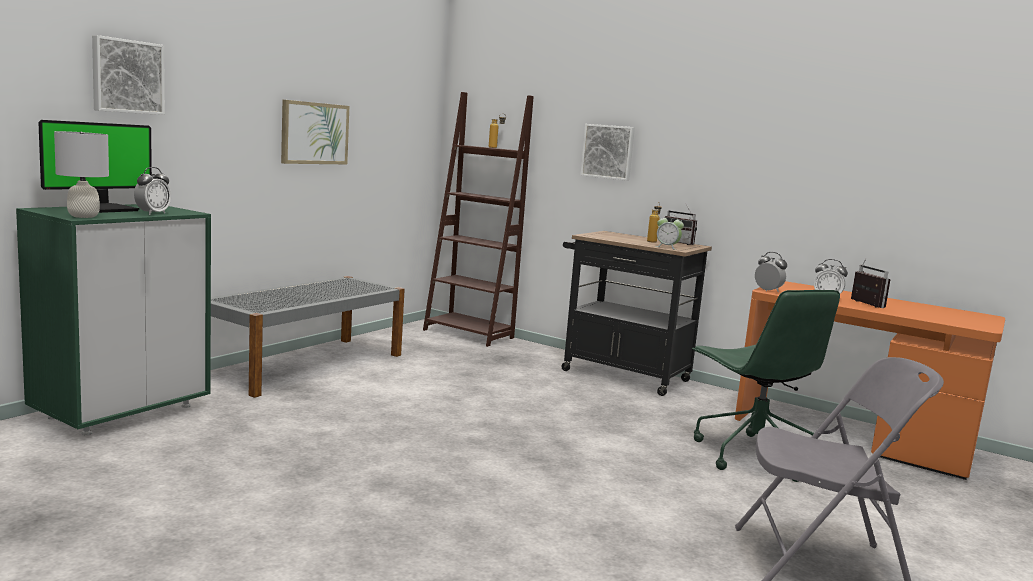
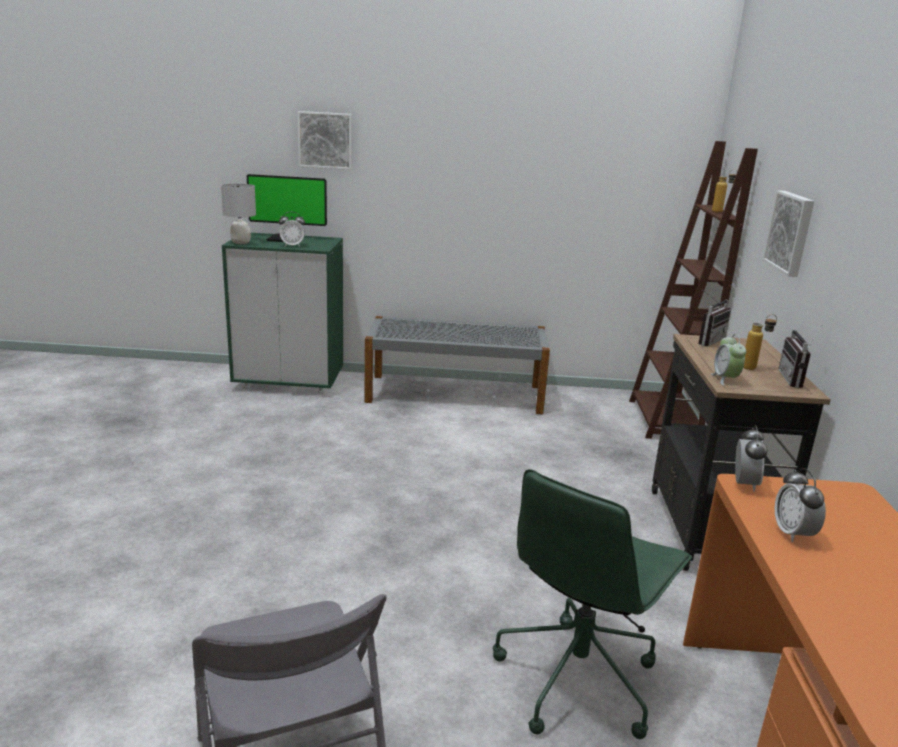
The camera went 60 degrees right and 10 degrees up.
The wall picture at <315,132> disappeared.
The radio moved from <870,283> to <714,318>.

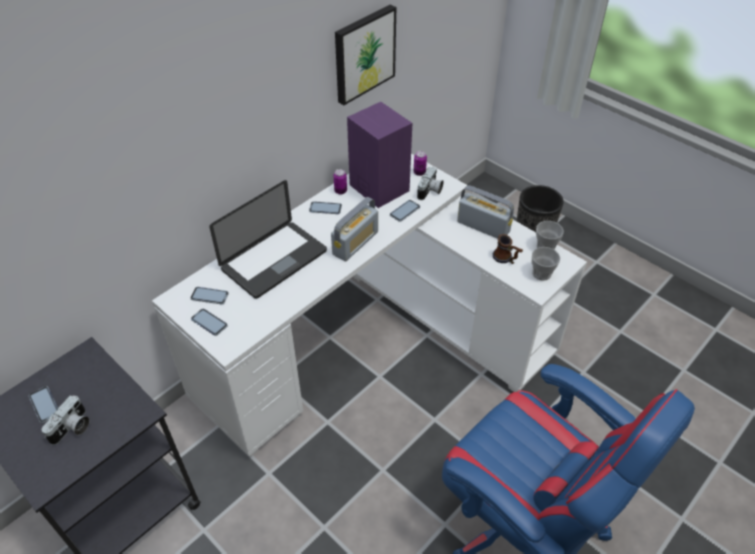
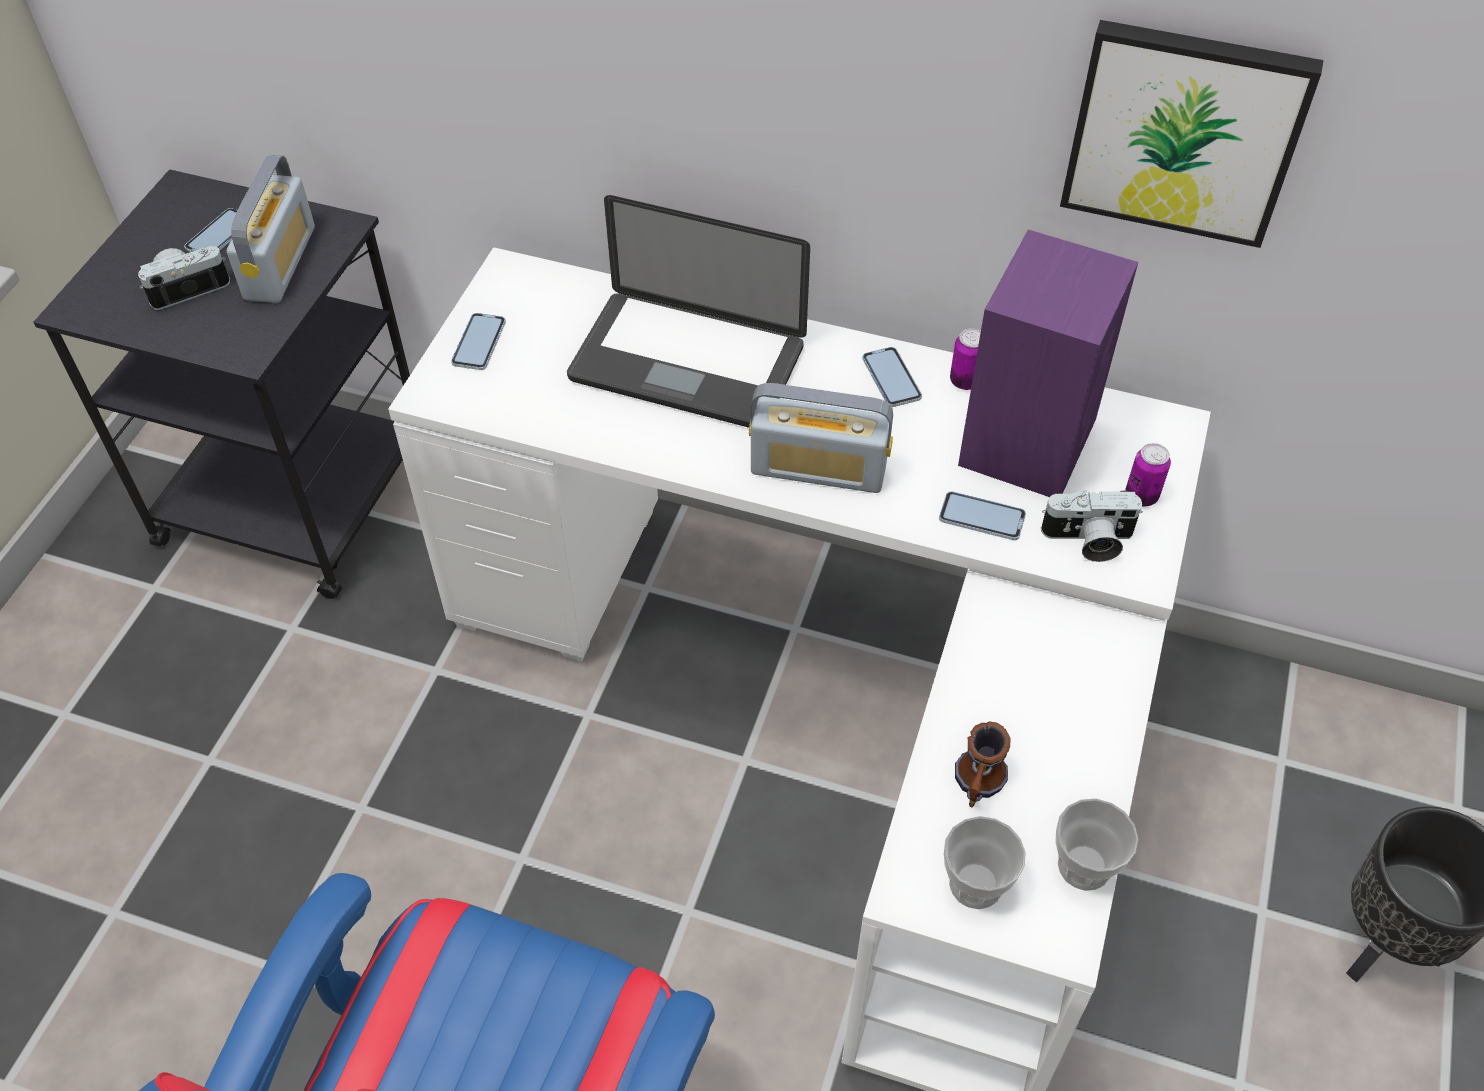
The camera went 65 degrees right and 5 degrees up.
The telephone at <209,296> disappeared.
The radio moved from <485,212> to <270,229>.
The photo camera at <66,420> turned 150 degrees clockwise.

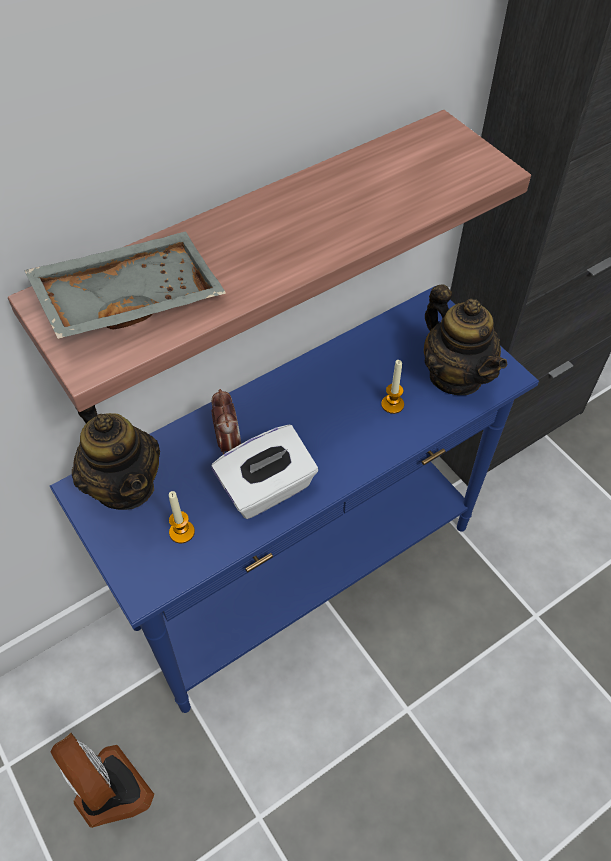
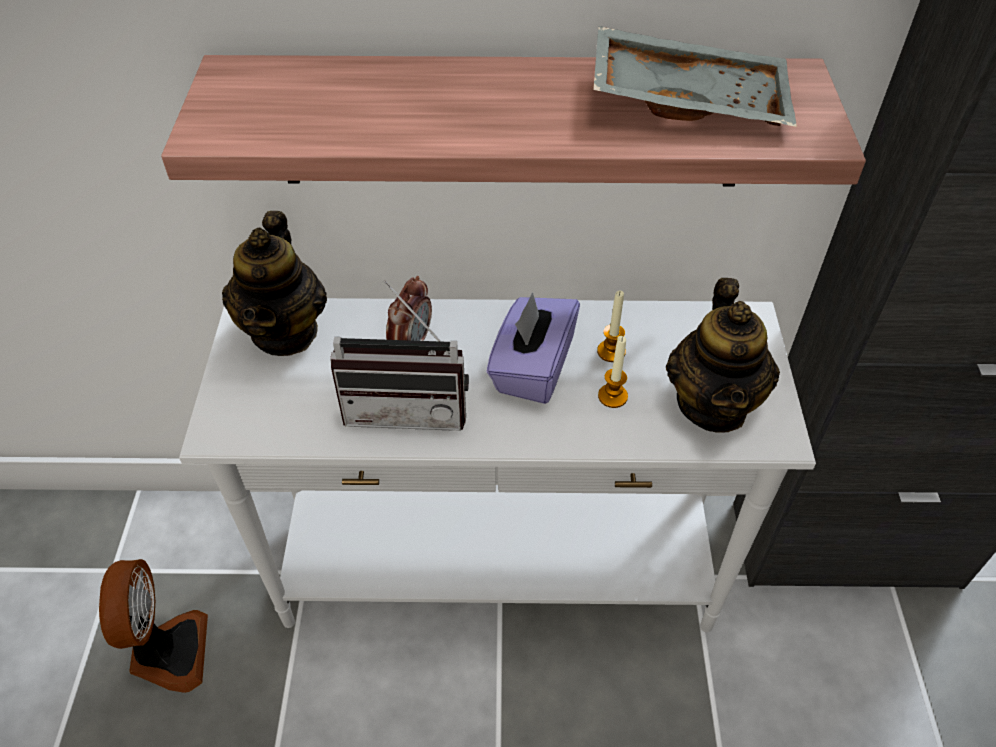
The camera went 35 degrees right and 5 degrees down.
The box of tissues/purple at <533,348> appeared.
The carrying tray/greyish moved from <125,285> to <695,76>.
The wax light moved from <182,517> to <611,326>.
The box of tissues/white at <264,472> was replaced by the radio at <399,356>.
The narrow table/blue-coloured at <294,499> became the narrow table/white at <497,465>.

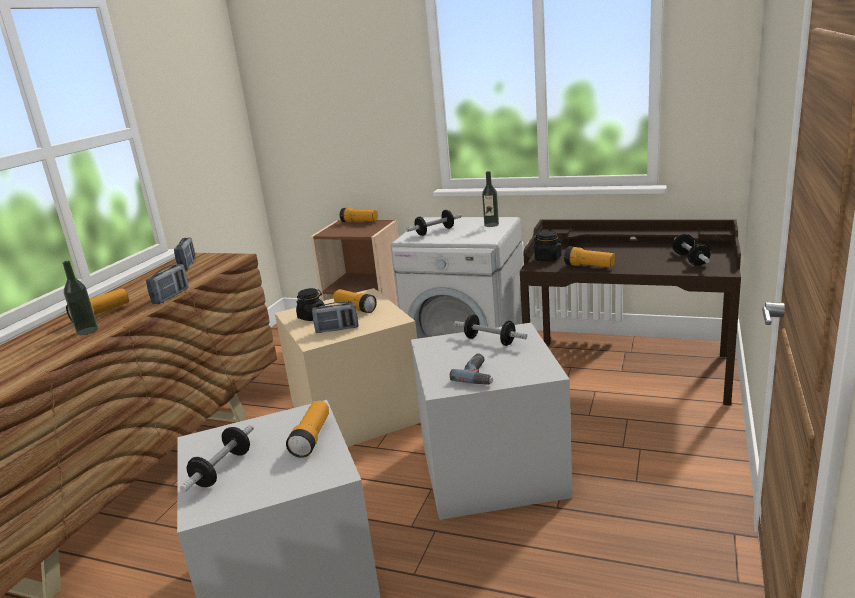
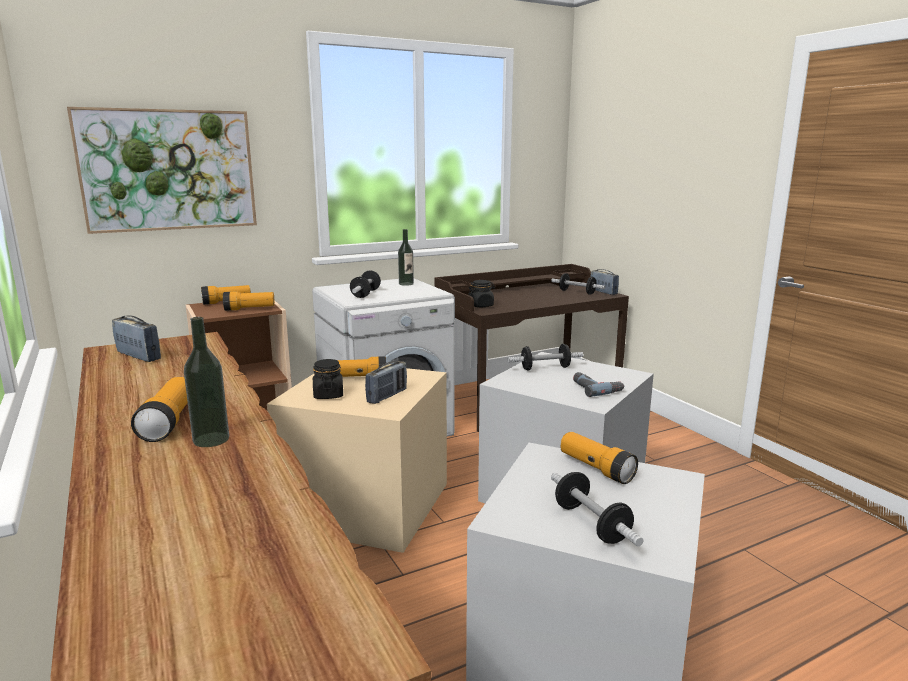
The camera went 50 degrees left and 5 degrees down.
The wall picture at <162,170> appeared.
The radio moved from <167,284> to <605,282>.
The torch moved from <589,257> to <249,301>.

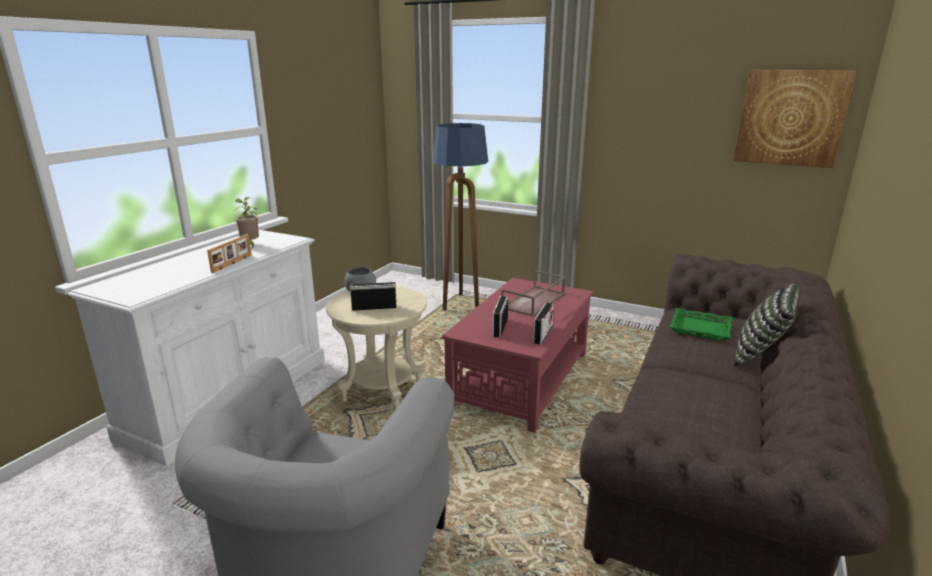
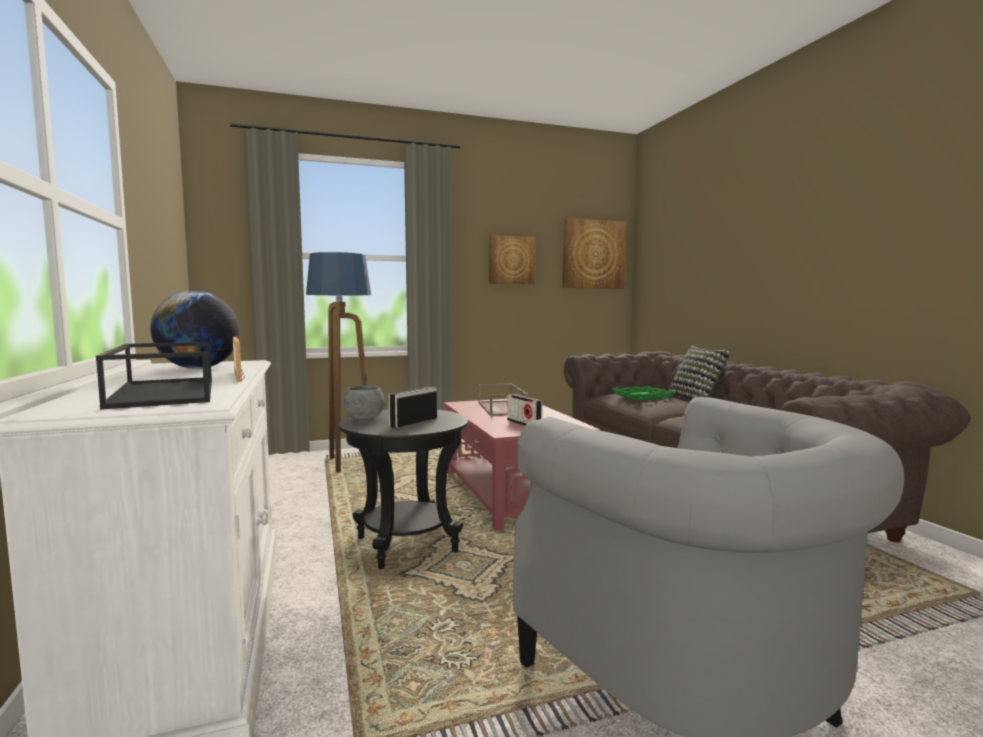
The camera went 45 degrees left and 15 degrees down.
The radio at <543,323> disappeared.
The carrying tray/black-coloured at <154,376> appeared.
The wall picture at <512,259> appeared.
The potted plant at <246,223> was replaced by the desk globe at <195,330>.
The accent table/beige at <376,348> became the accent table/black-coloured at <403,489>.

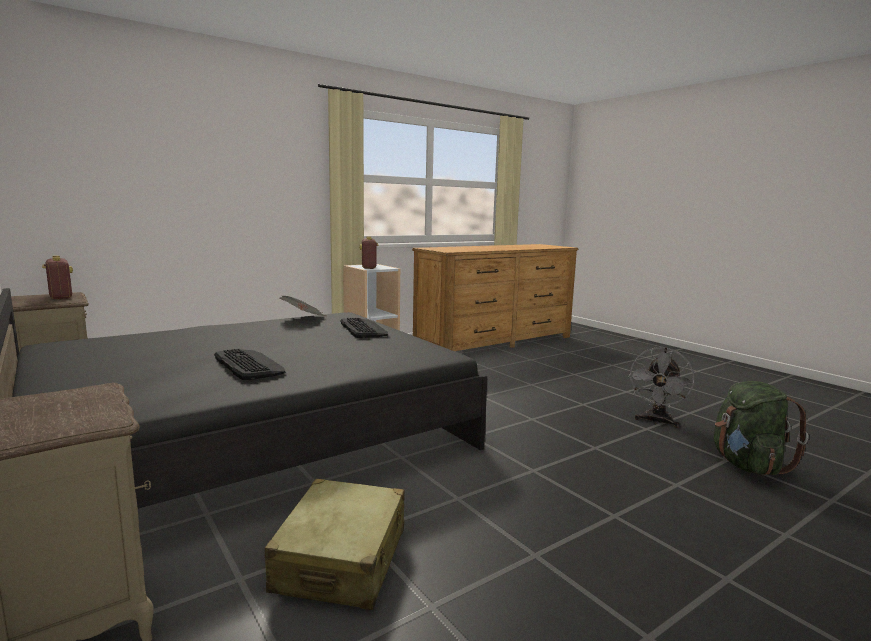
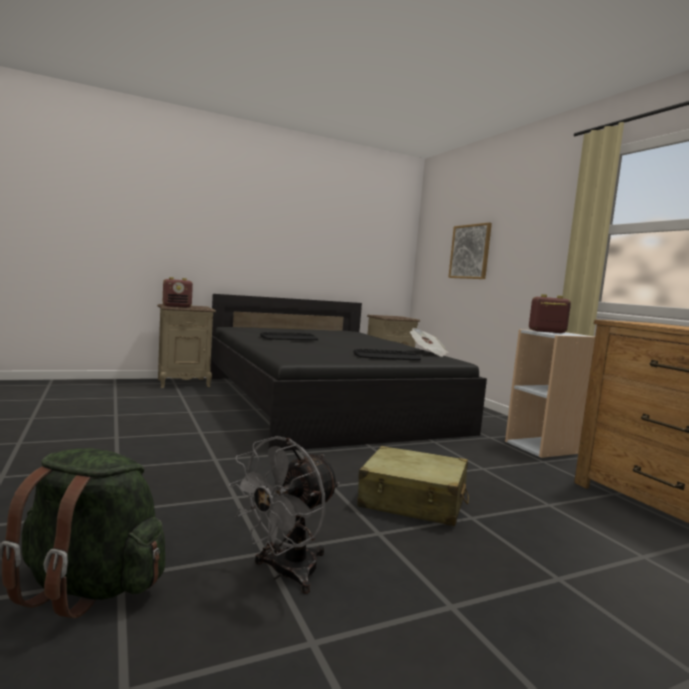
The camera went 100 degrees right and 5 degrees down.
The wall picture at <470,251> appeared.
The radio moved from <57,277> to <178,292>.
The piece of luggage/beige moved from <335,544> to <413,486>.
The fan/greyish at <661,387> turned 90 degrees counterclockwise.

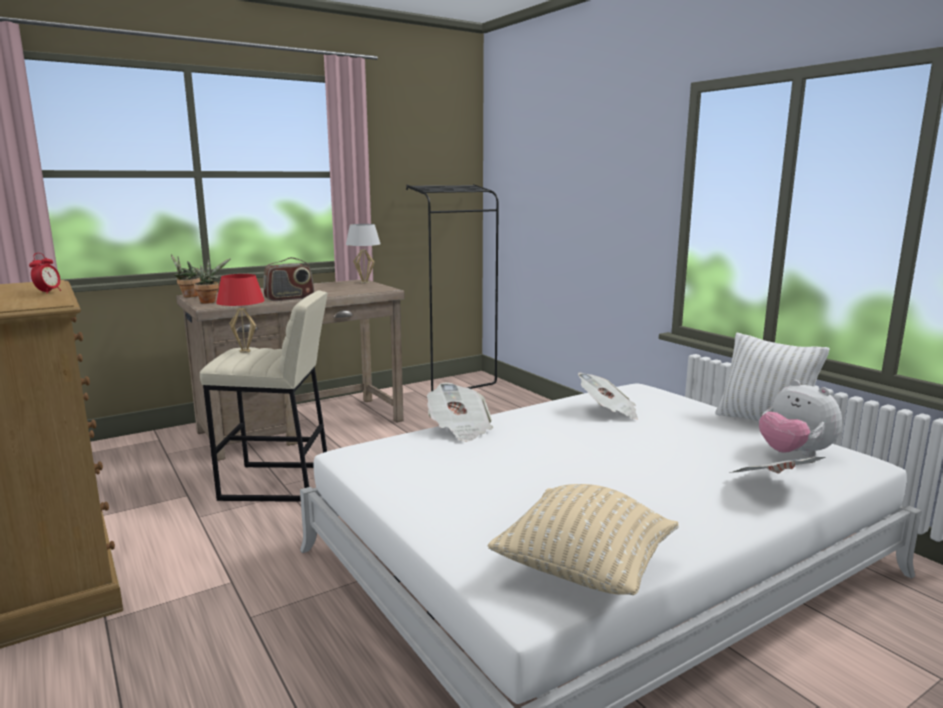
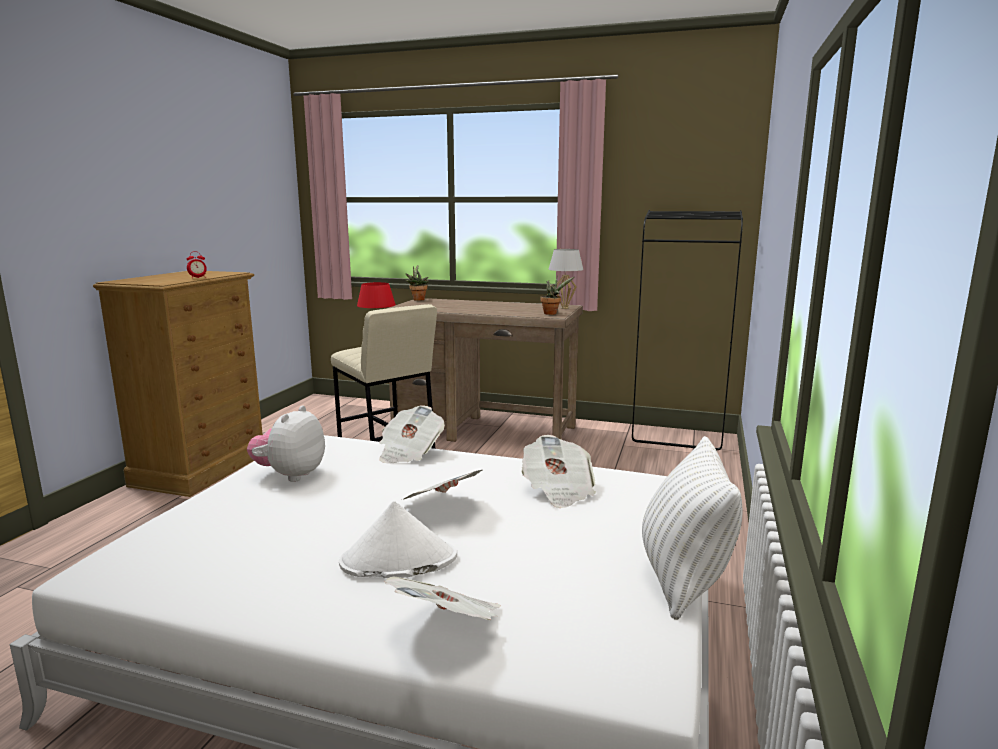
The camera went 50 degrees right and 0 degrees up.
The radio at <288,279> disappeared.
The throw pillow/beige at <583,539> disappeared.
The clothing hat/white at <398,539> appeared.
The daily paper at <442,485> appeared.
The potted plant moved from <211,281> to <557,295>.
The plush toy moved from <800,418> to <286,443>.

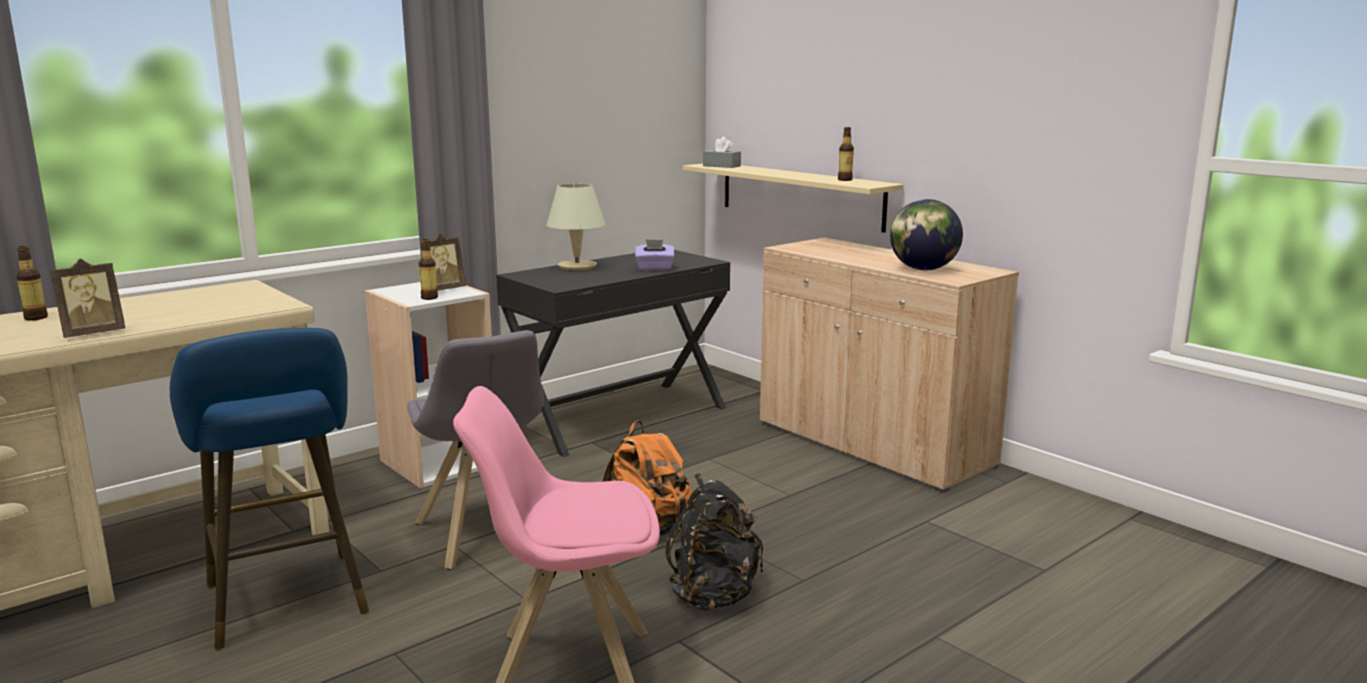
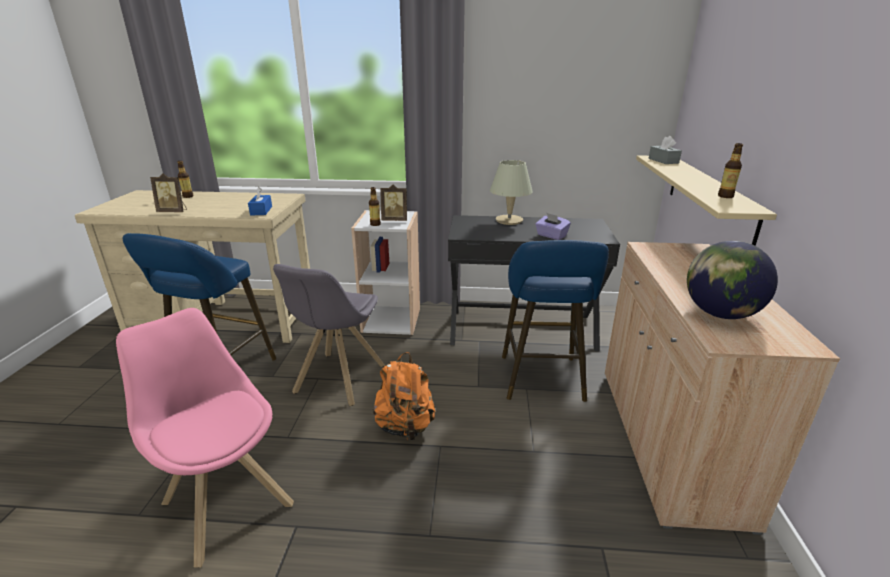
The camera went 45 degrees right and 10 degrees up.
The backpack/black-coloured at <714,542> disappeared.
The box of tissues/blue-coloured at <260,201> appeared.
The sitting stool/blue-coloured at <555,321> appeared.

